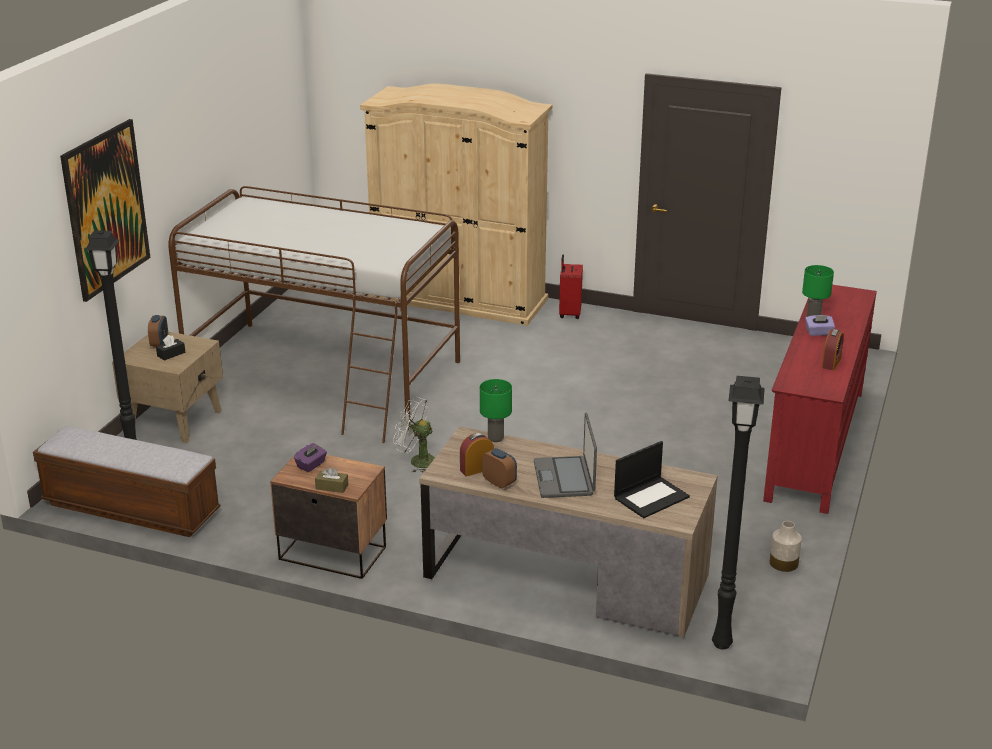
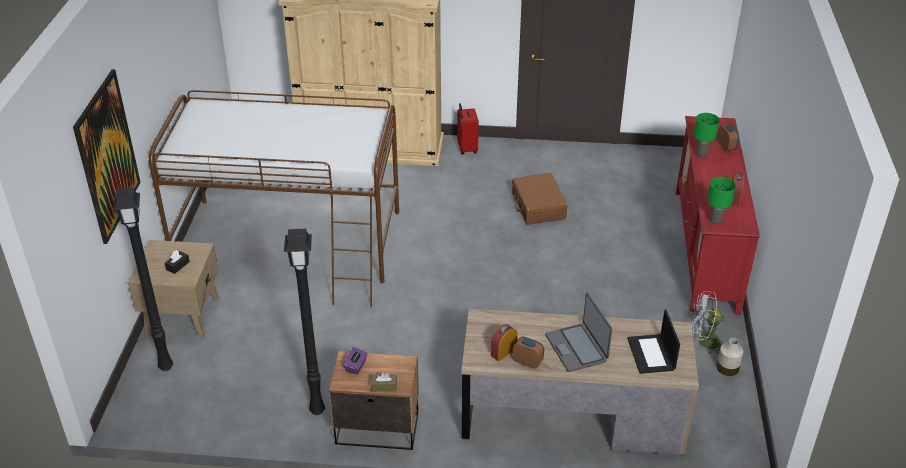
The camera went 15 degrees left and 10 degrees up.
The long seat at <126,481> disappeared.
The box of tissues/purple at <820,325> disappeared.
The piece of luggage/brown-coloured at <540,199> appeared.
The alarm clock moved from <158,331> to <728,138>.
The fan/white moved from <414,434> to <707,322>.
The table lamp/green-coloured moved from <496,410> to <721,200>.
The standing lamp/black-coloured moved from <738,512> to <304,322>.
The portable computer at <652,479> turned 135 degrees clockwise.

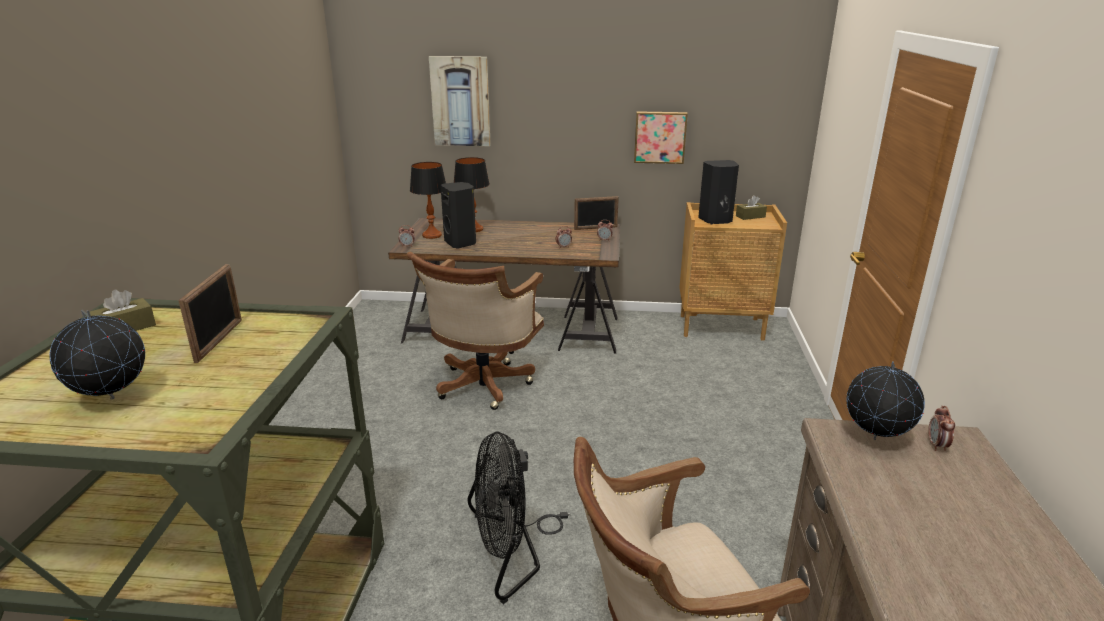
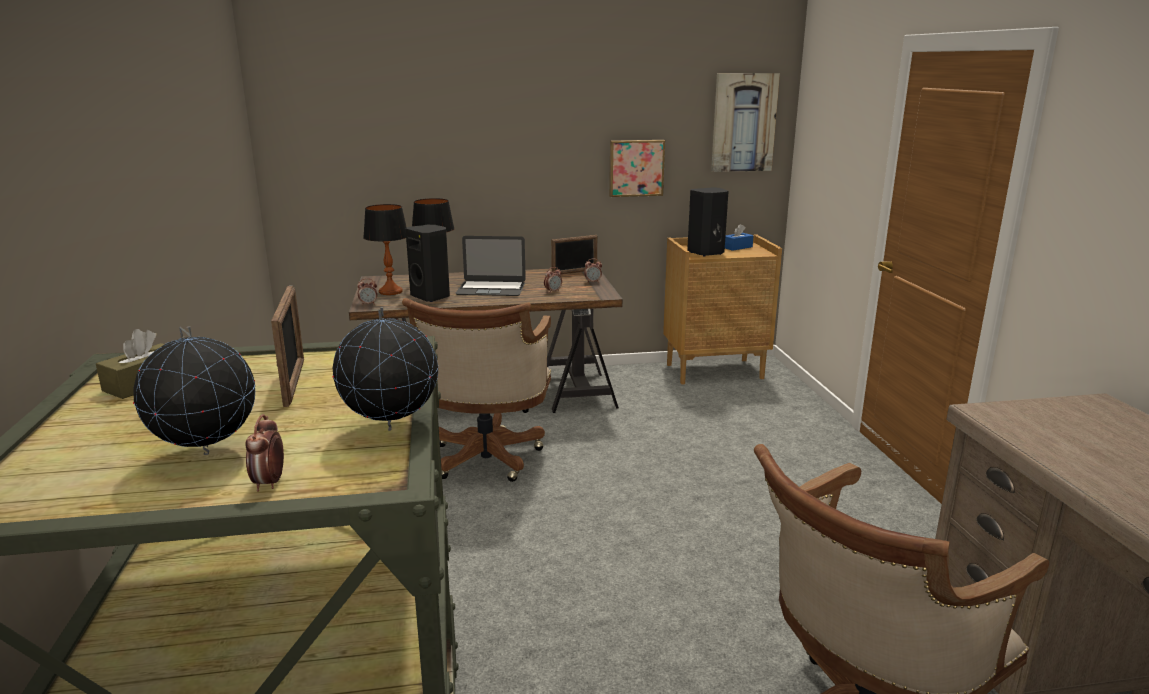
The camera went 15 degrees left and 5 degrees down.
The fan/black-coloured at <519,517> disappeared.
The portable computer at <490,266> appeared.
The wall picture moved from <460,101> to <745,122>.
The desk globe moved from <885,400> to <385,369>.
The alarm clock moved from <941,428> to <264,453>.
The box of tissues/brown-coloured at <751,207> became the box of tissues/blue-coloured at <739,237>.

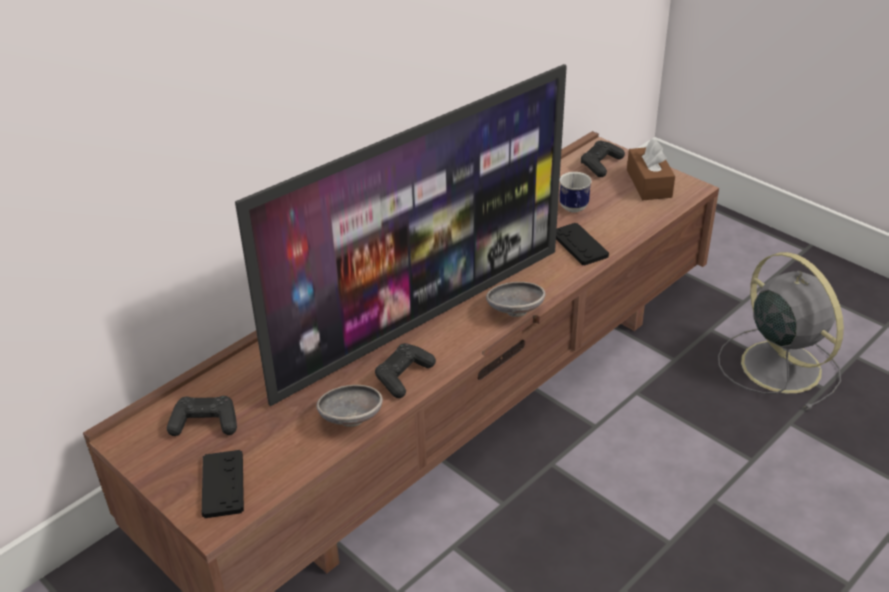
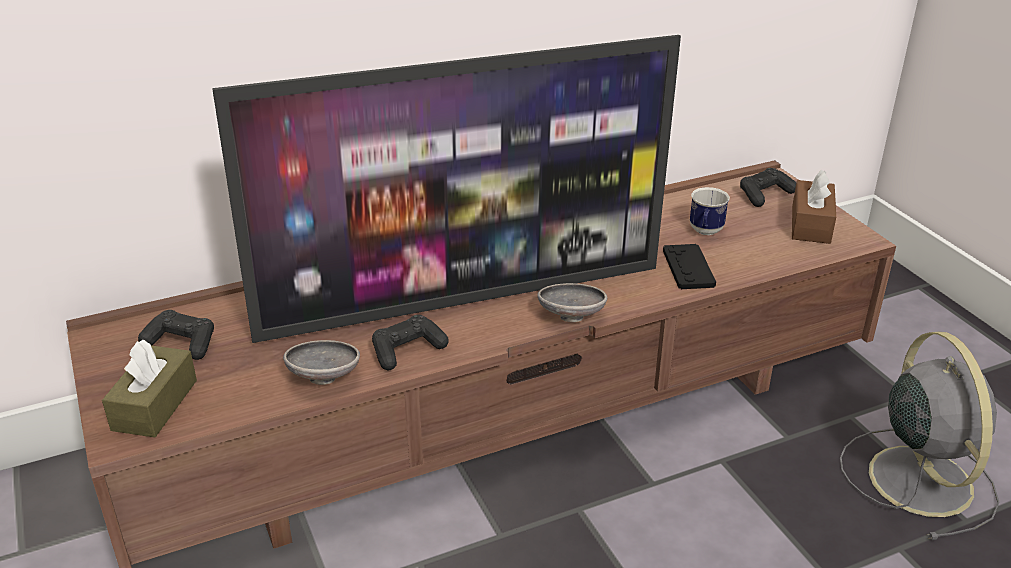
The camera went 20 degrees right and 5 degrees down.
The gamepad/black-coloured at <223,484> was replaced by the box of tissues/brown-coloured at <149,389>.

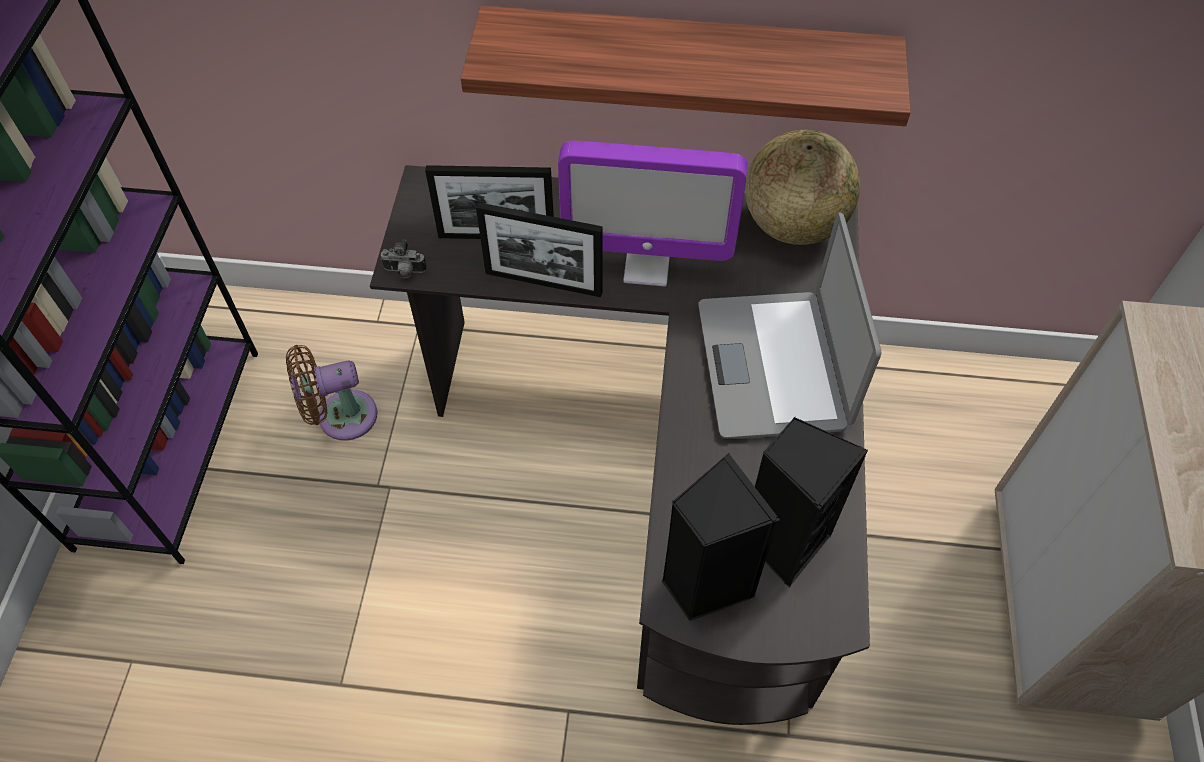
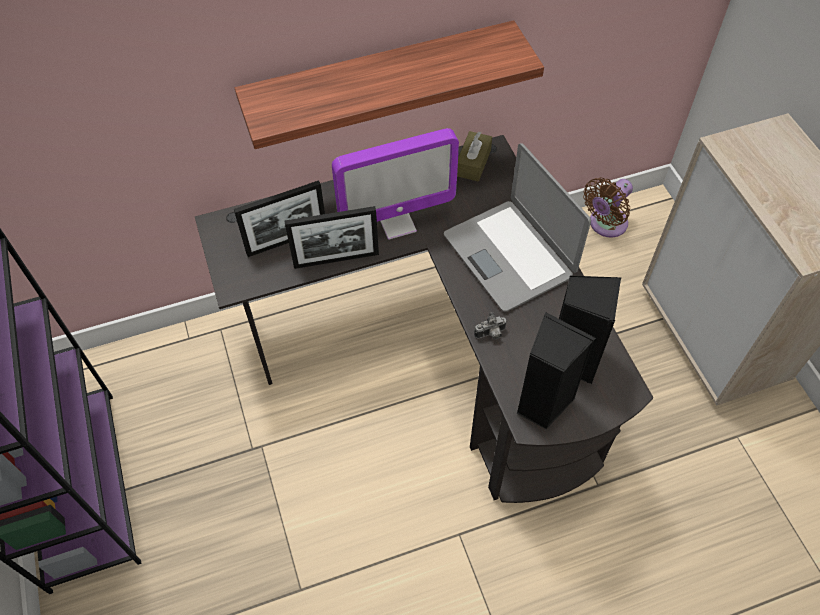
The camera went 25 degrees left and 0 degrees up.
The fan/brown-coloured moved from <332,393> to <608,208>.
The photo camera moved from <403,259> to <490,326>.
The desk globe at <802,187> was replaced by the box of tissues/brown-coloured at <474,156>.

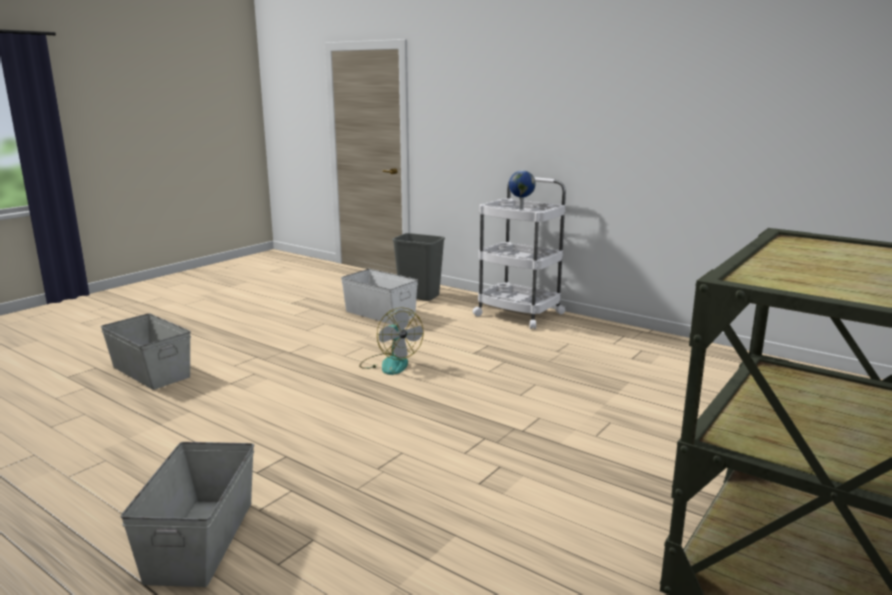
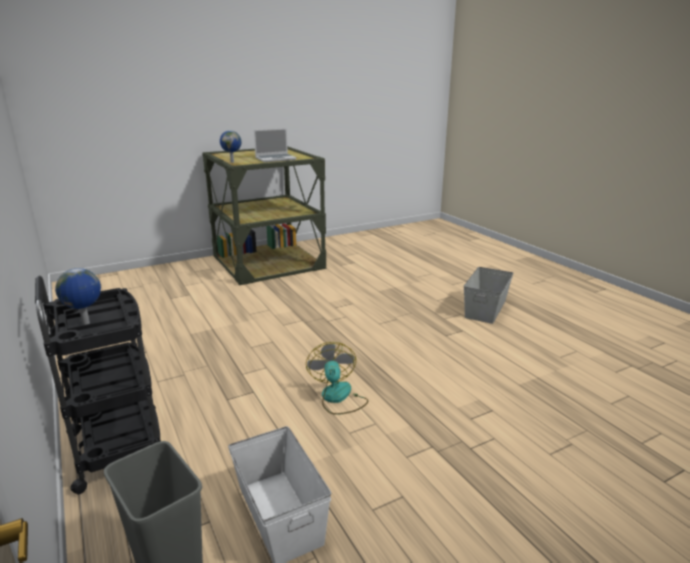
The camera went 155 degrees left and 5 degrees up.
The storage container/greyish at <146,351> disappeared.
The desk globe at <230,146> appeared.
The portable computer at <275,145> appeared.
The wheeled cart/white at <519,253> became the wheeled cart/black-coloured at <98,385>.

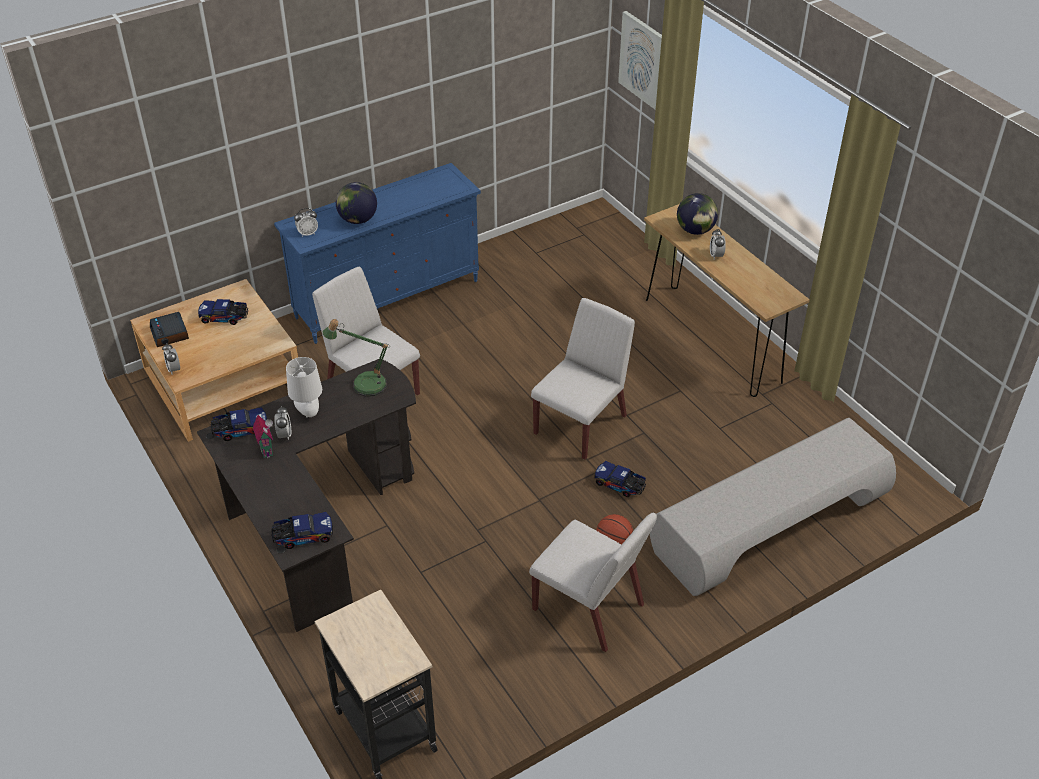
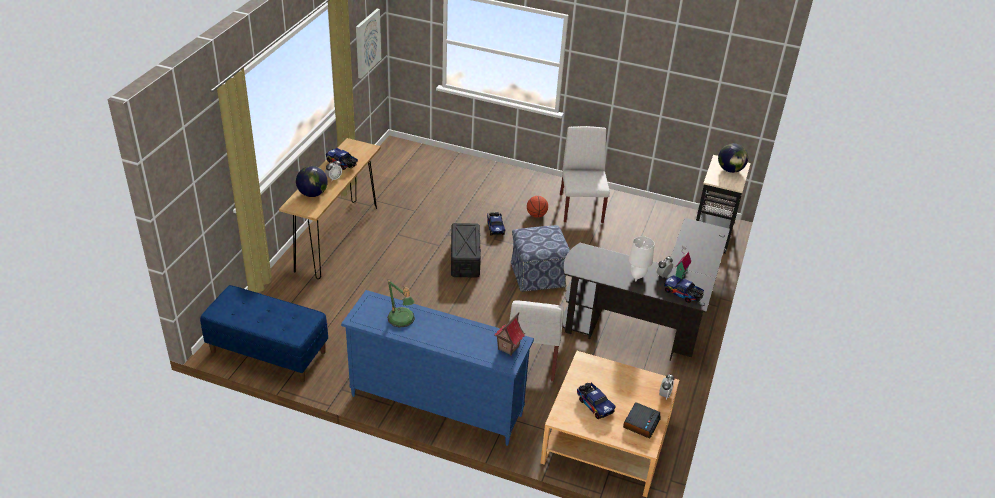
The camera went 130 degrees left and 5 degrees down.
The long seat/greyish at <773,507> disappeared.
The long seat/blue-coloured at <264,333> appeared.
The ottoman at <540,258> appeared.
The toy lorry moved from <302,530> to <342,159>.
The table lamp moved from <356,358> to <401,304>.
The desk globe moved from <356,203> to <733,158>.
The wall picture moved from <640,60> to <368,43>.
The alarm clock at <306,222> was replaced by the toy house at <509,334>.
The chair/white at <583,379> was replaced by the storage container/black-coloured at <466,250>.

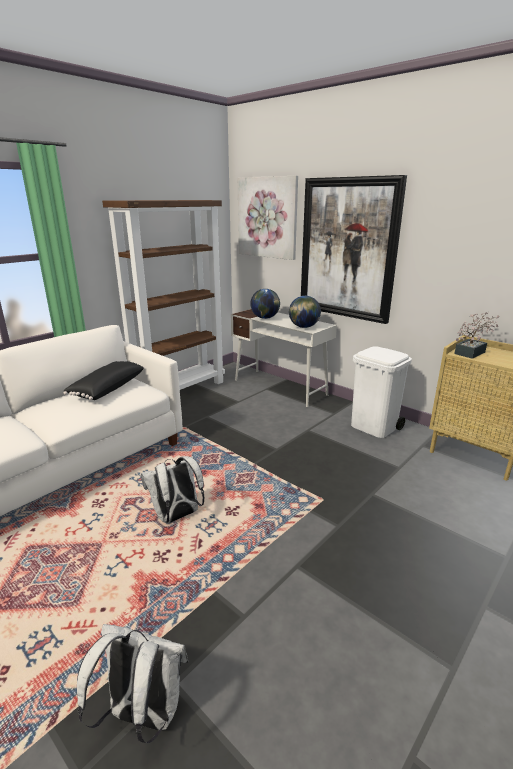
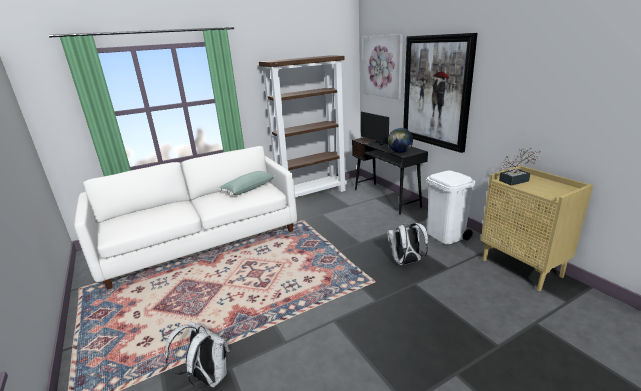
The camera went 20 degrees right and 0 degrees up.
The backpack/white moved from <172,489> to <407,244>.
The desk globe at <265,304> was replaced by the monitor at <375,129>.
The throw pillow/black-coloured at <103,380> became the throw pillow/green-coloured at <247,183>.
The desk table/white at <284,358> became the desk table/black-coloured at <390,176>.

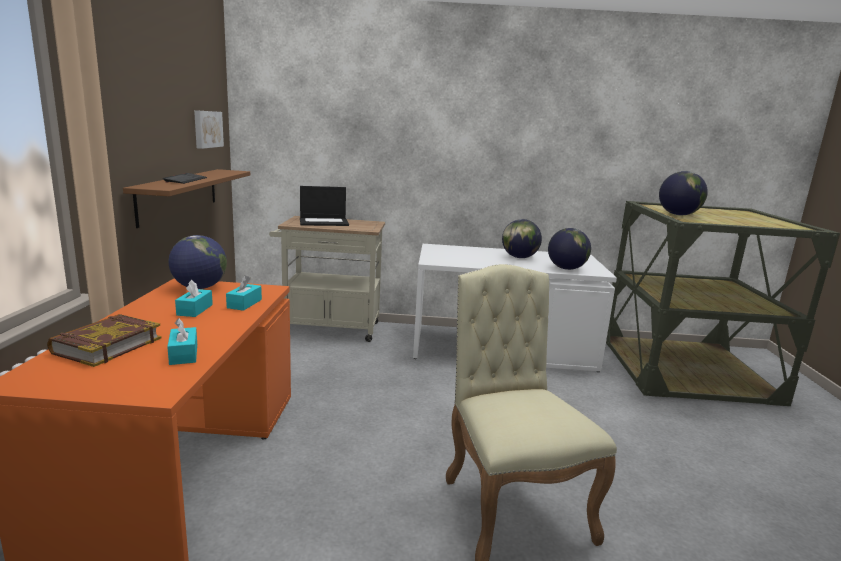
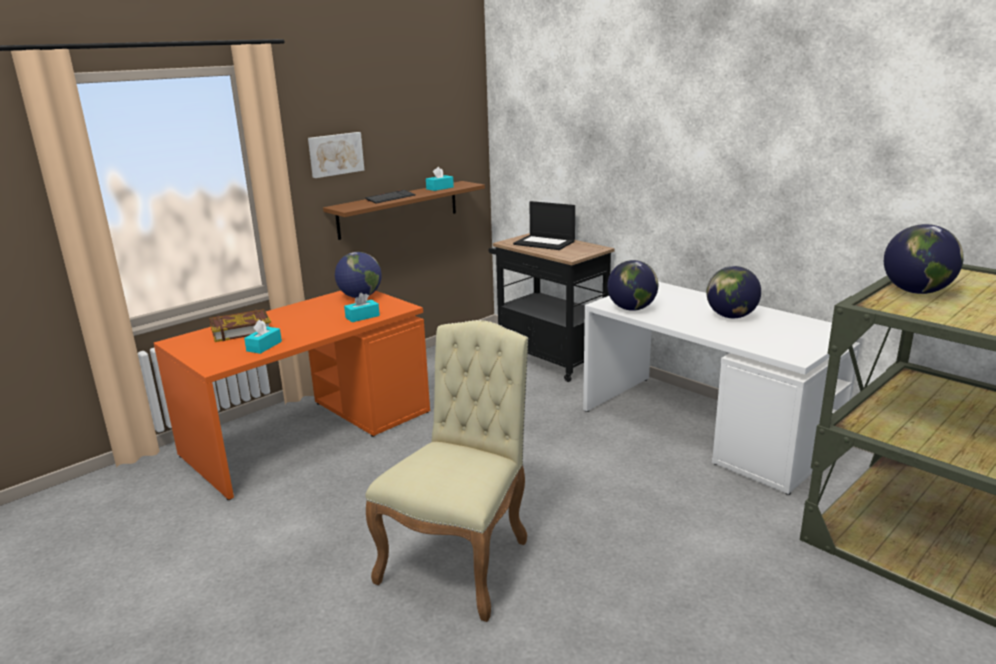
The camera went 45 degrees right and 5 degrees up.
The box of tissues/blue-green moved from <194,298> to <440,179>.
The wall picture moved from <209,129> to <336,155>.
The desk globe moved from <569,249> to <632,285>.
The wheeled cart/beige at <327,279> became the wheeled cart/black-coloured at <551,307>.

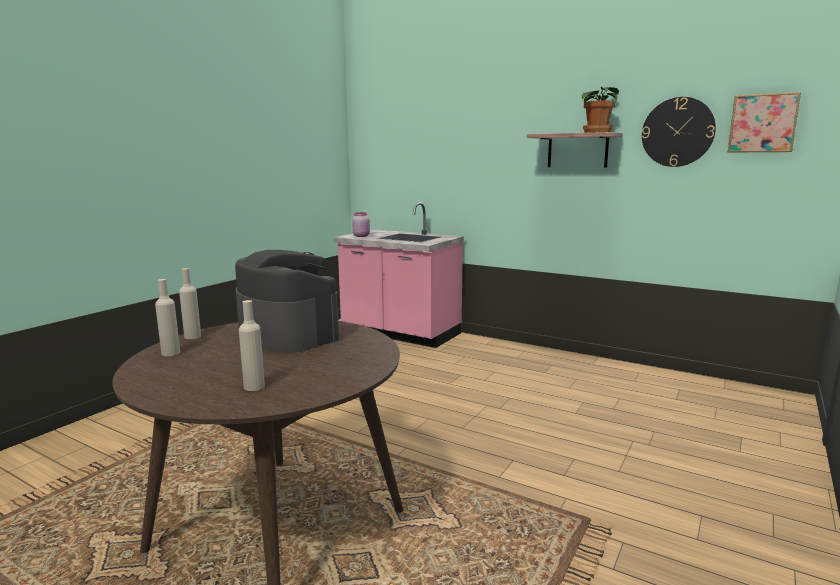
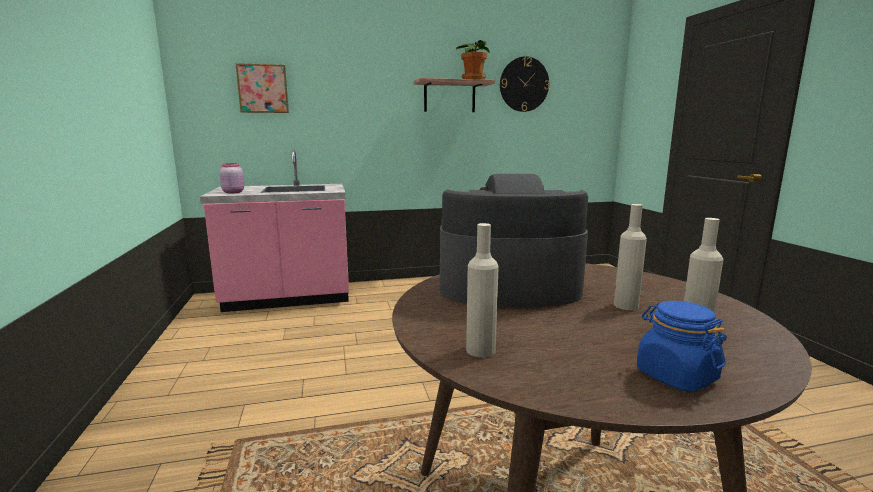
The camera went 45 degrees left and 0 degrees up.
The jar/blue-coloured at <682,346> appeared.
The bottle/beige moved from <190,303> to <630,257>.
The wall picture moved from <764,122> to <262,88>.

